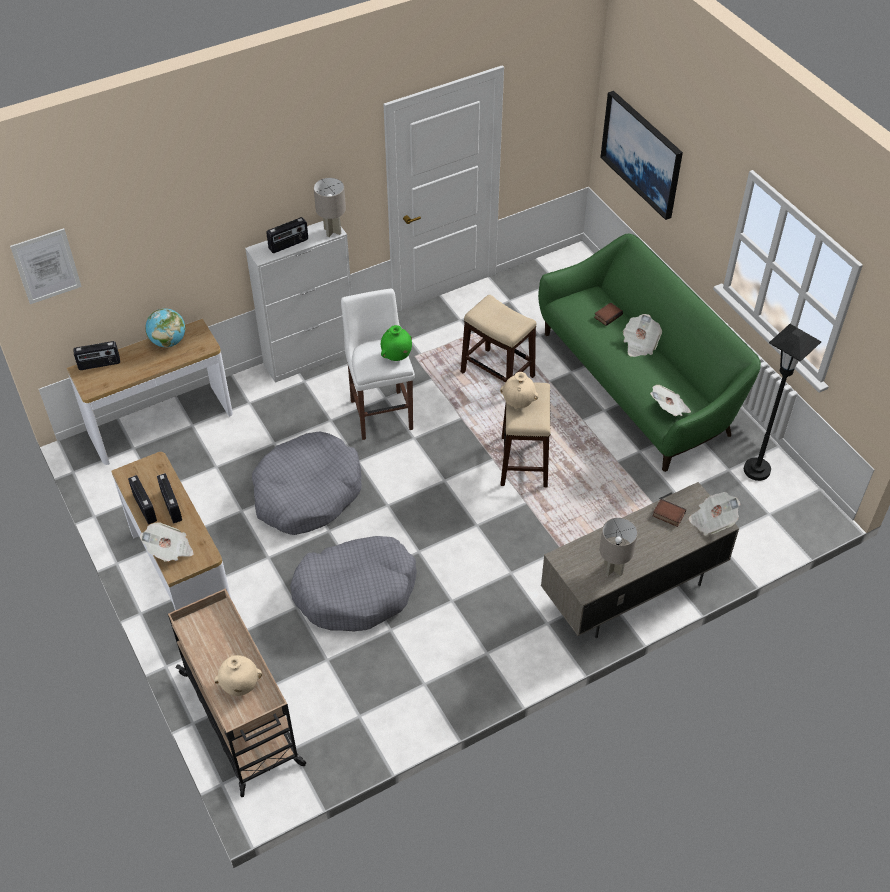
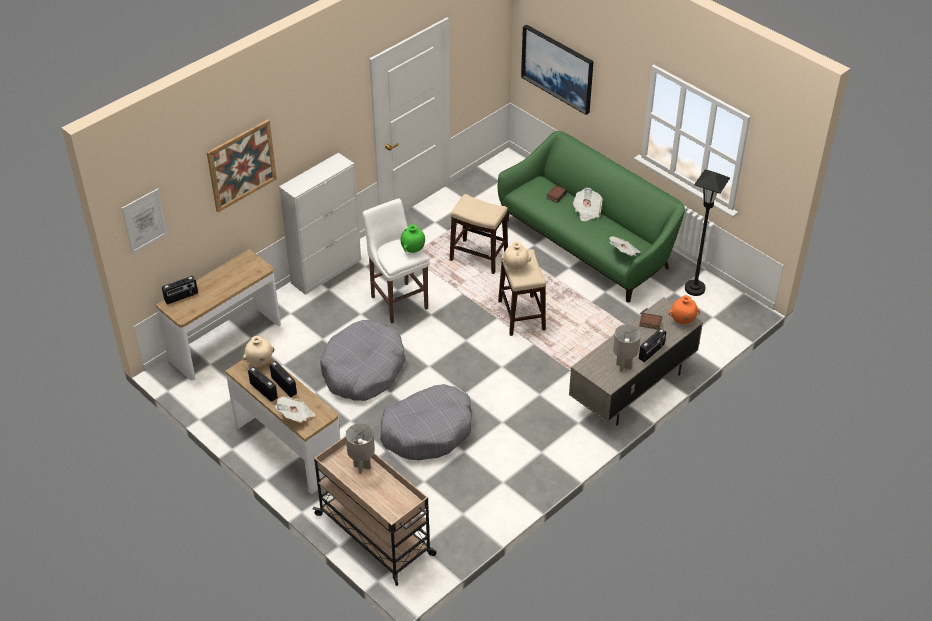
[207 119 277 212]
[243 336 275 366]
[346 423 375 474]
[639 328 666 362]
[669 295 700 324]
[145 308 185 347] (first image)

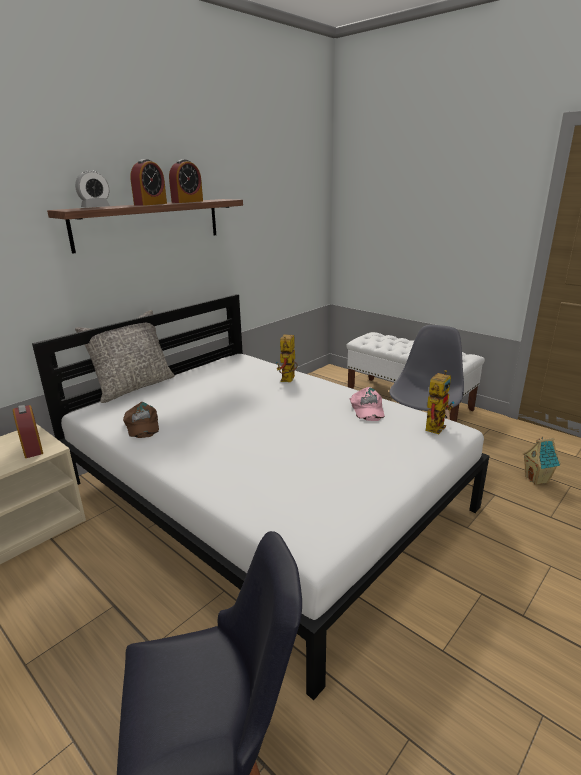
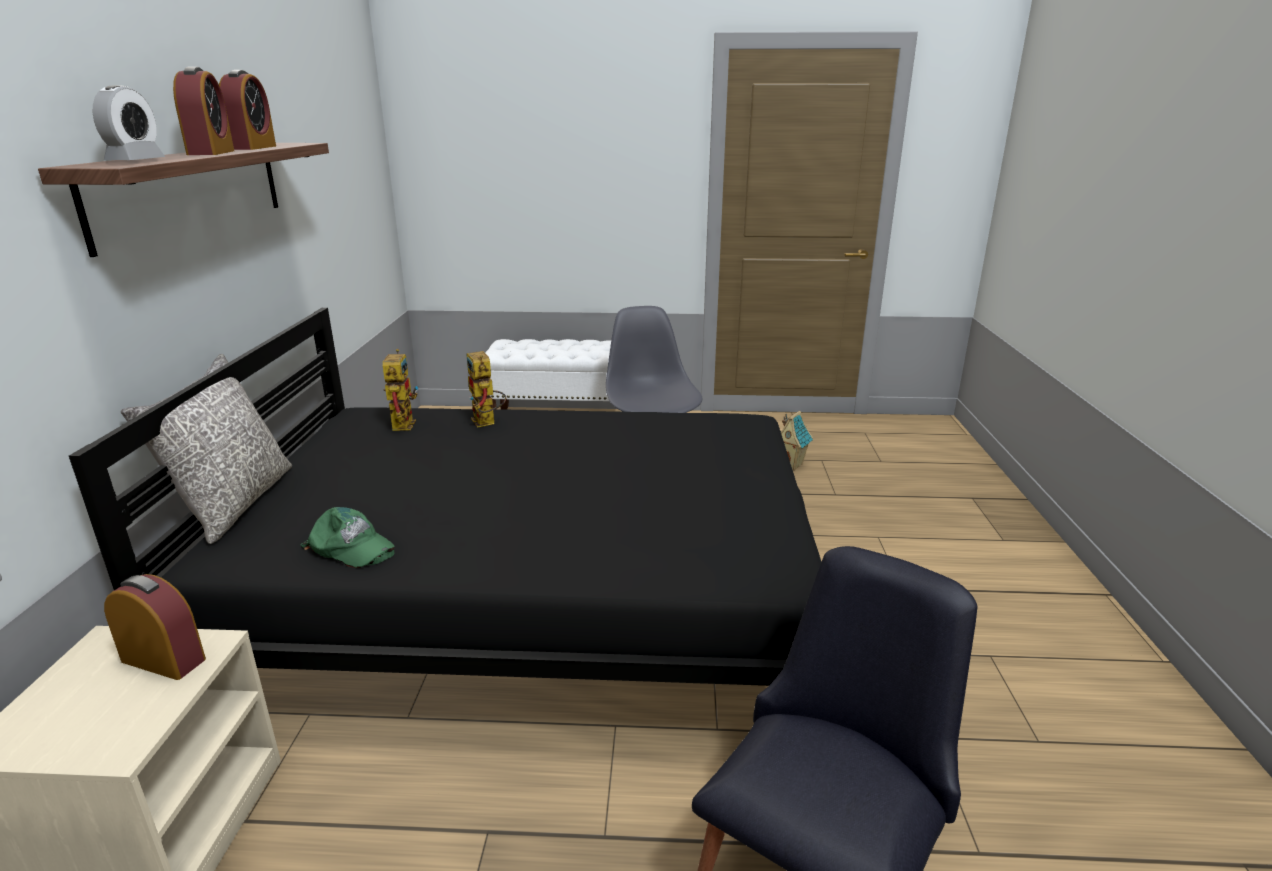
[69 308 821 686]
[300 507 395 568]
[383 349 418 431]
[350 387 384 421] (first image)

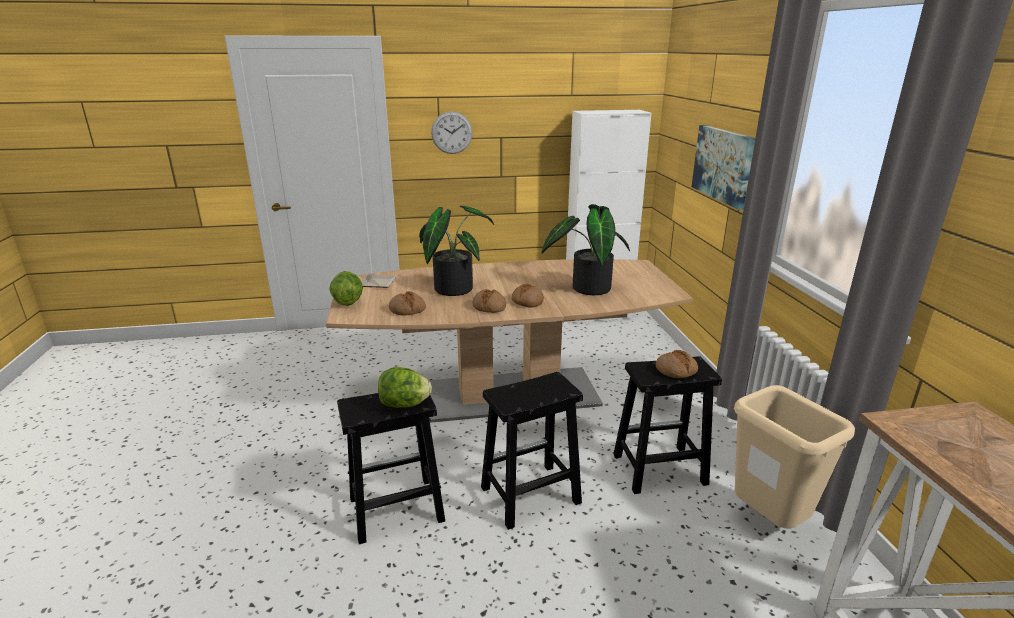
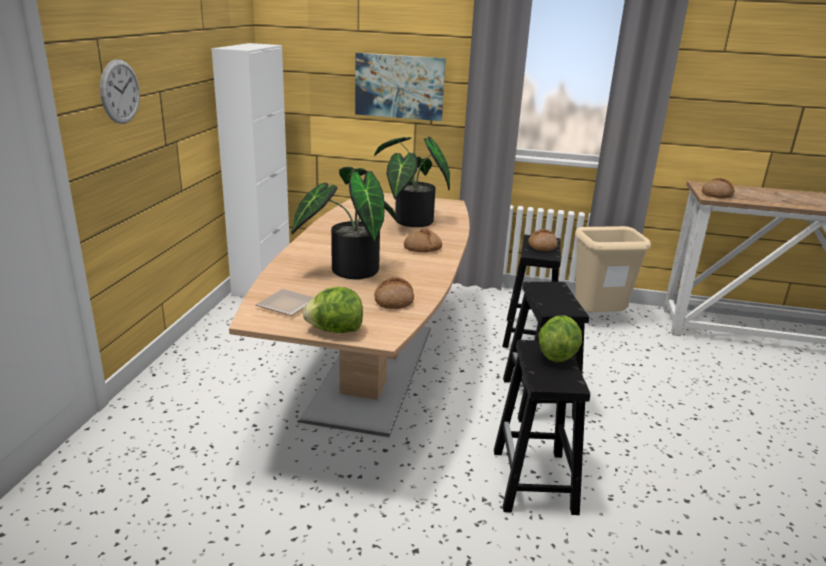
[702 178 735 199]

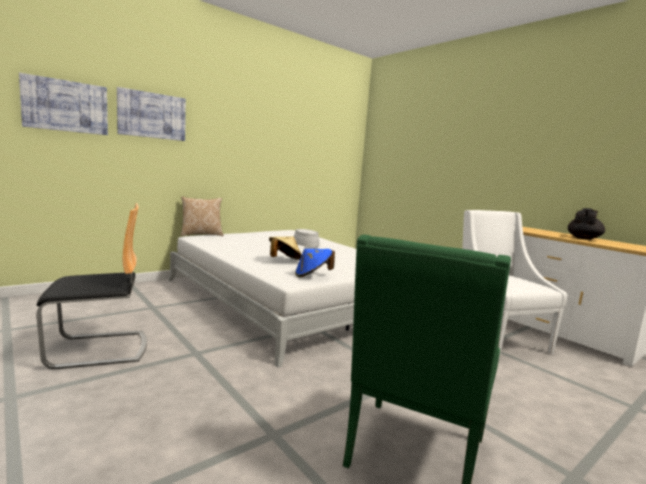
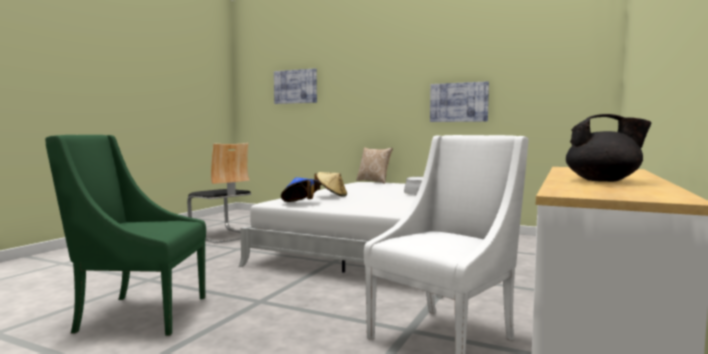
[430 81 489 122]

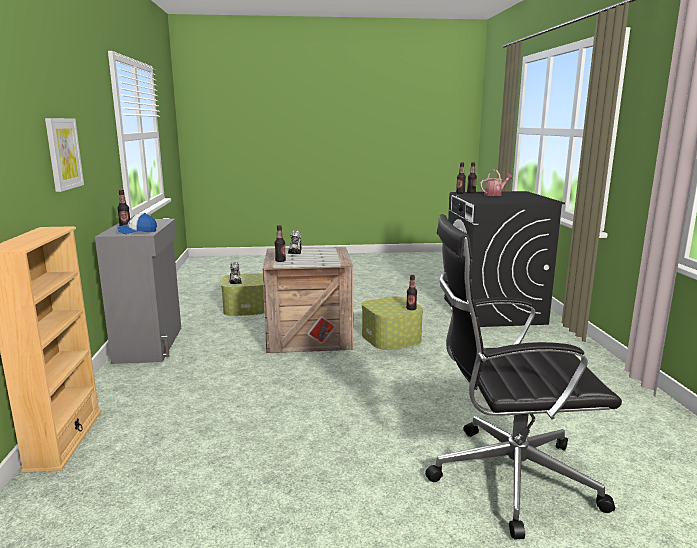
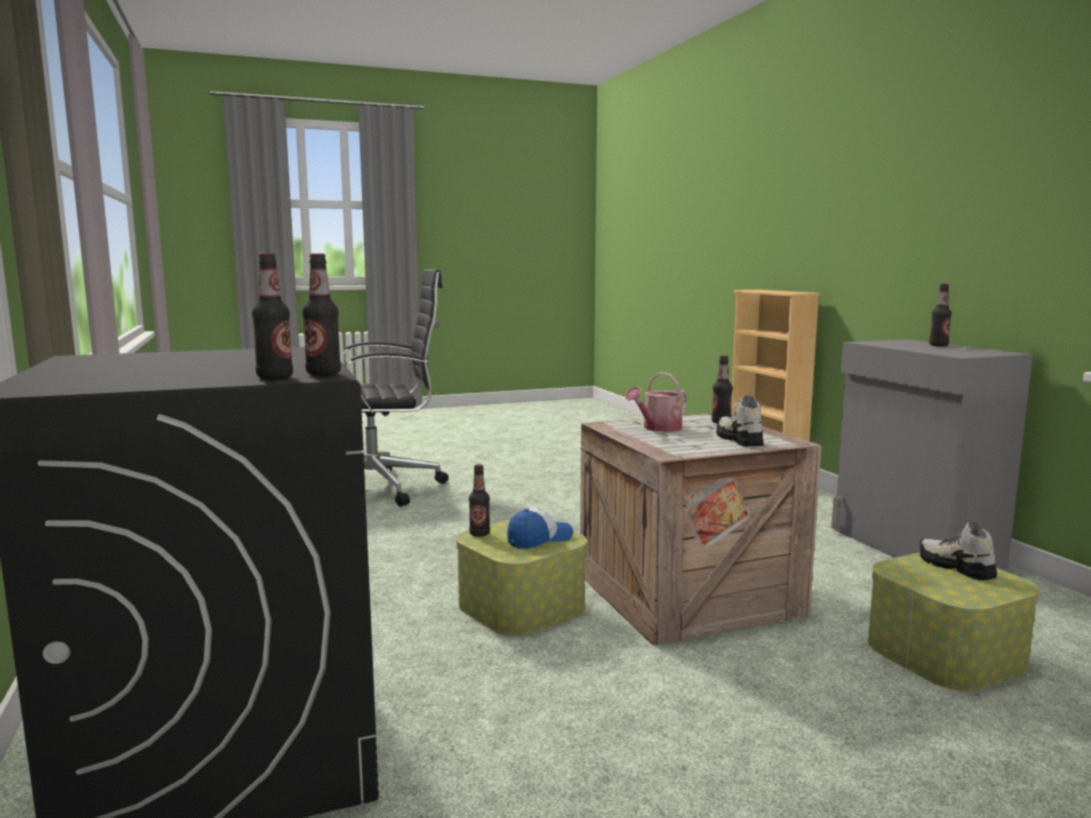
[507 508 573 549]
[625 372 688 432]
[45 118 84 192] (first image)

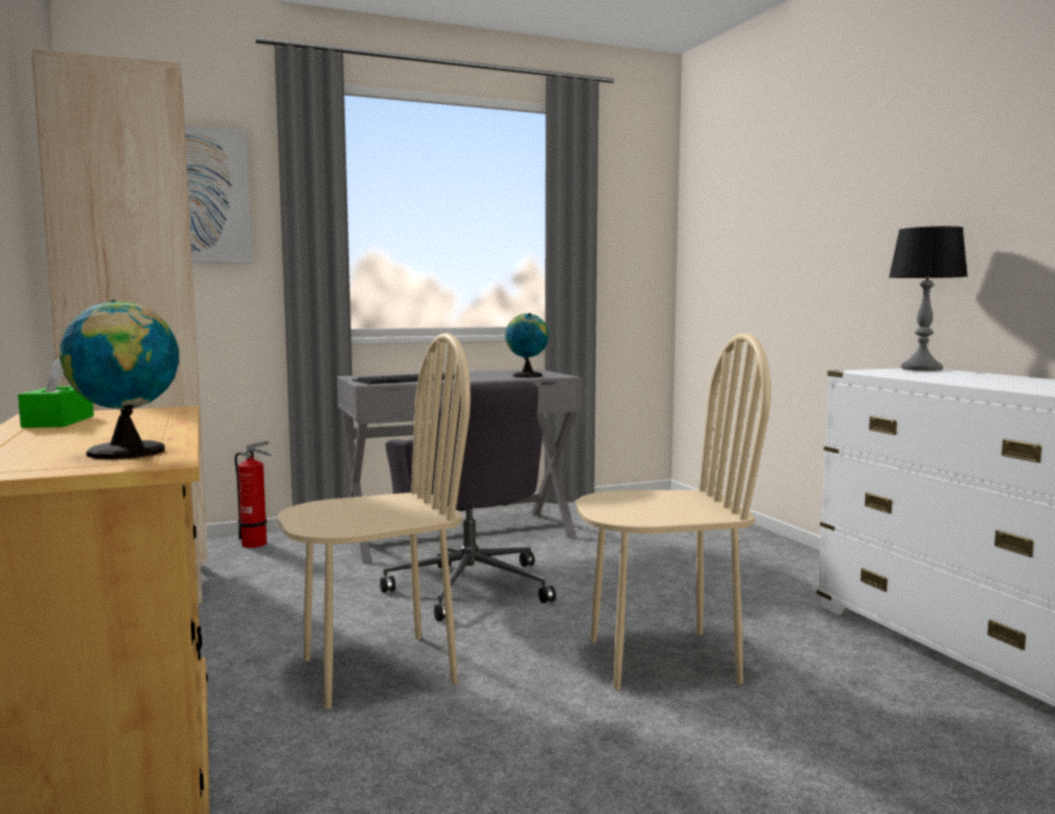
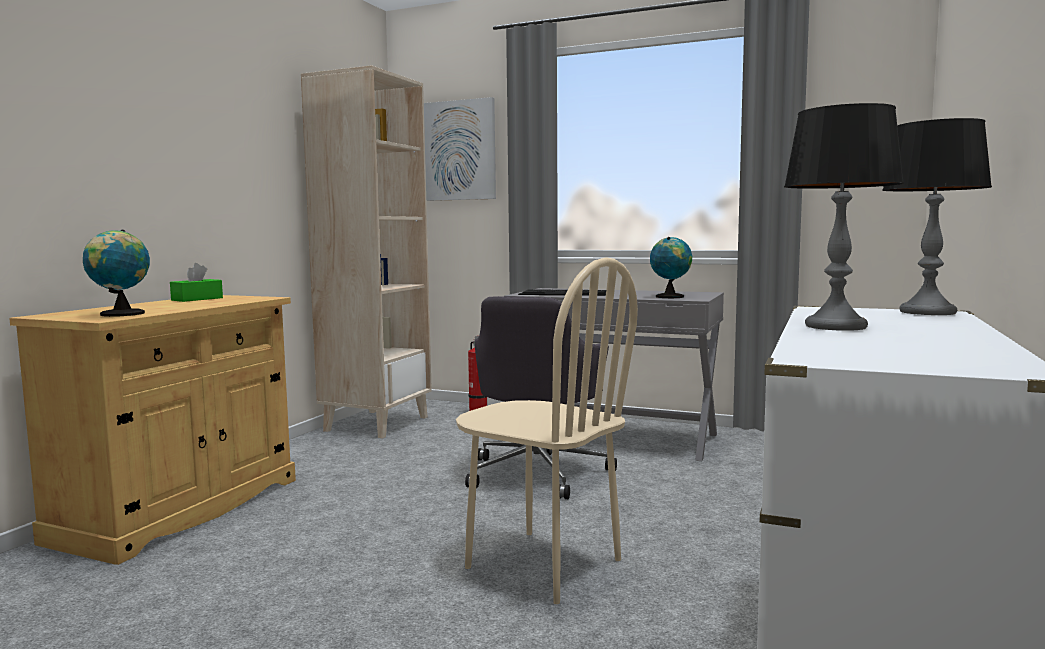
[784 103 904 331]
[278 333 471 709] (first image)

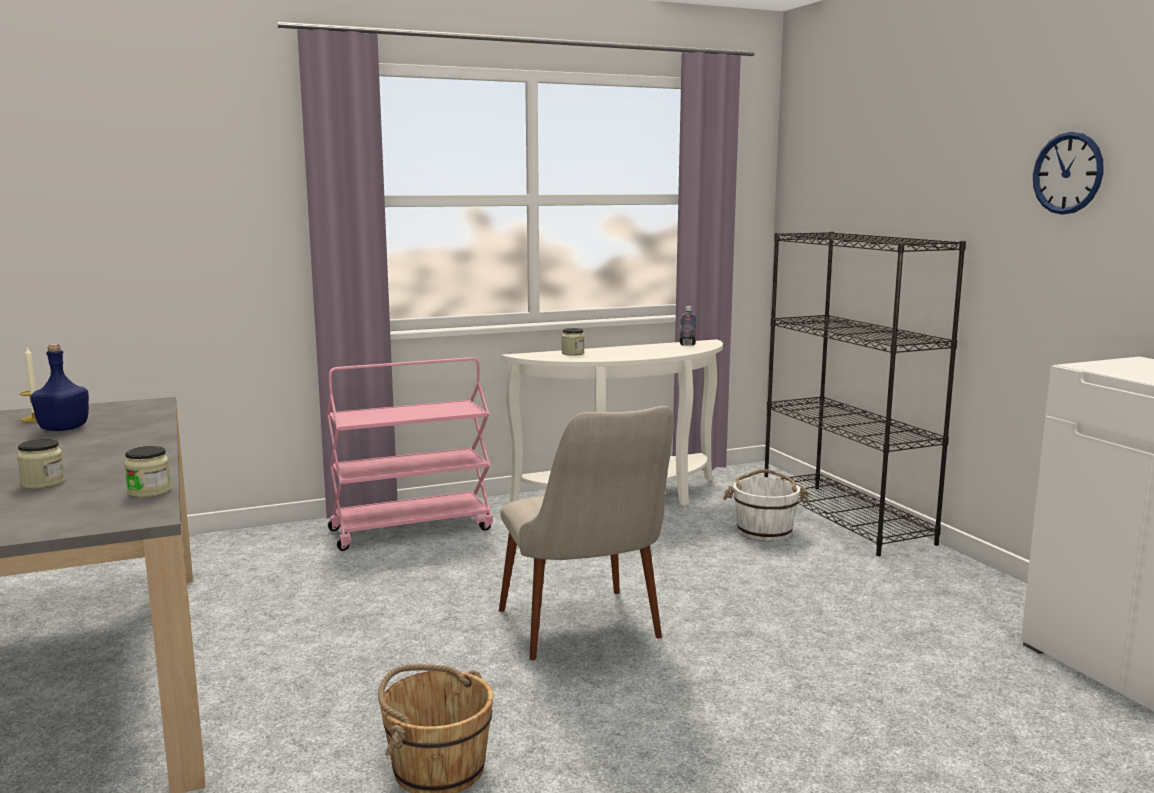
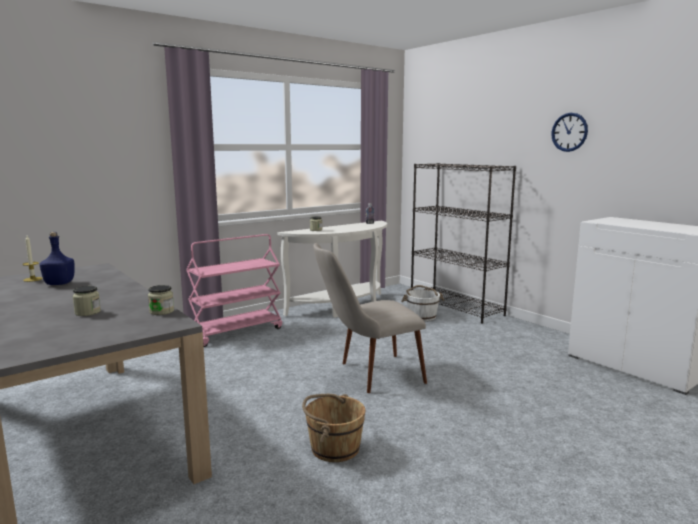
[313 243 427 393]

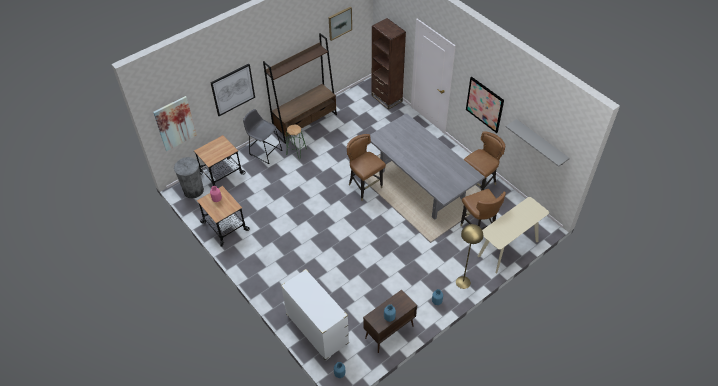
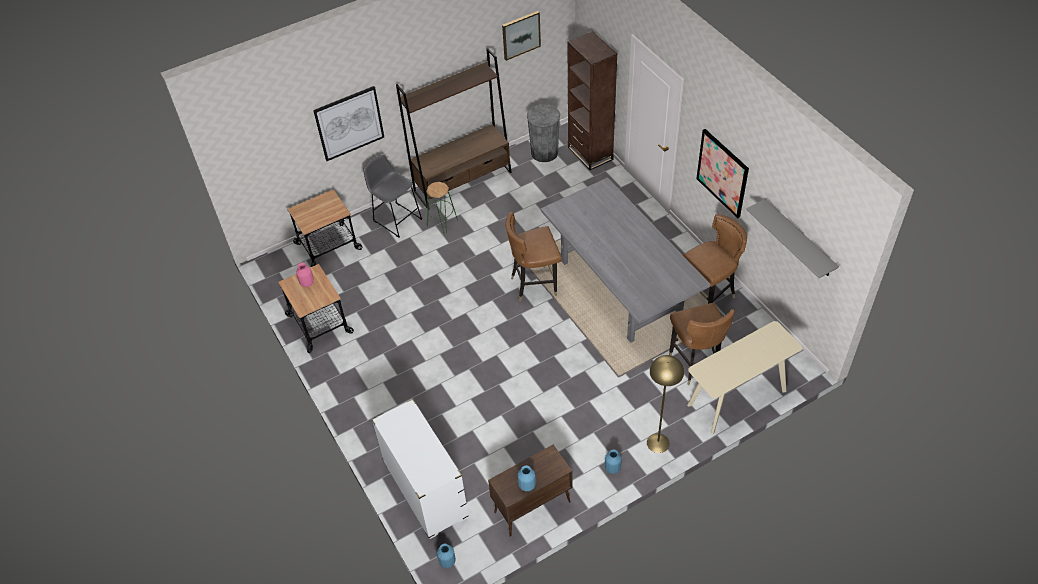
[505 212 562 302]
[527 104 560 162]
[153 96 197 151] (first image)

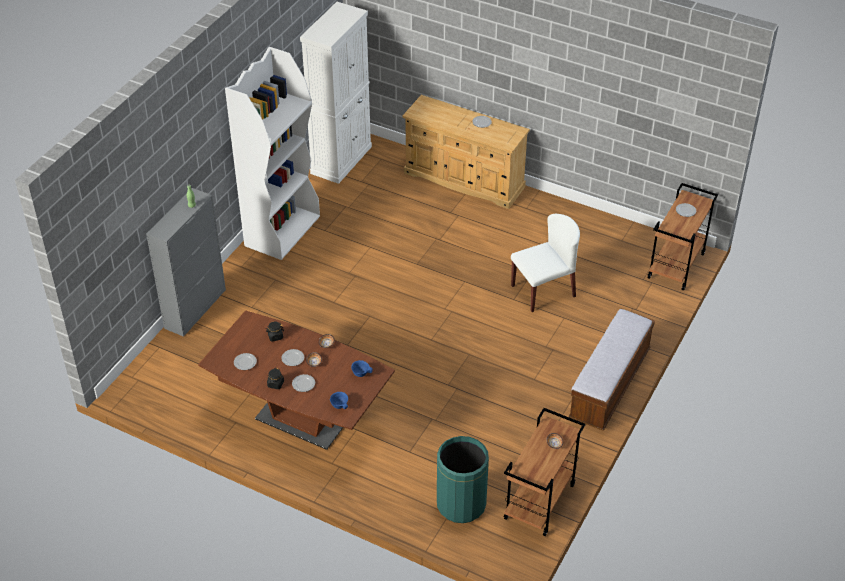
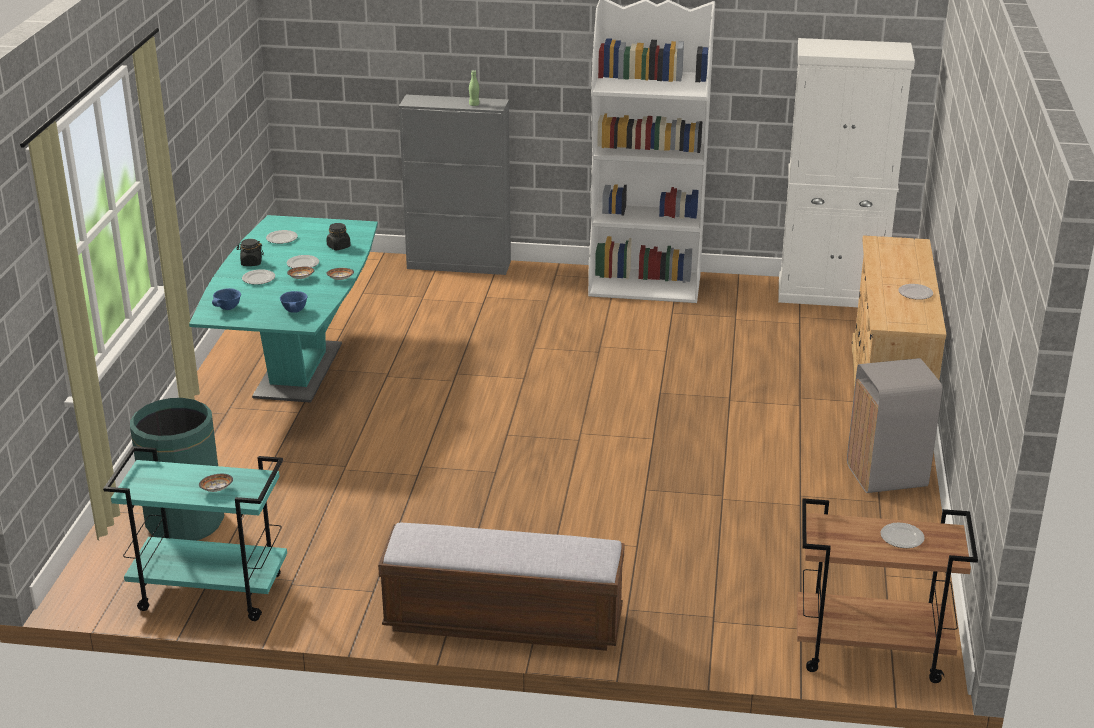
[103 446 287 621]
[189 215 378 403]
[847 358 942 493]
[511 214 580 312] (first image)

